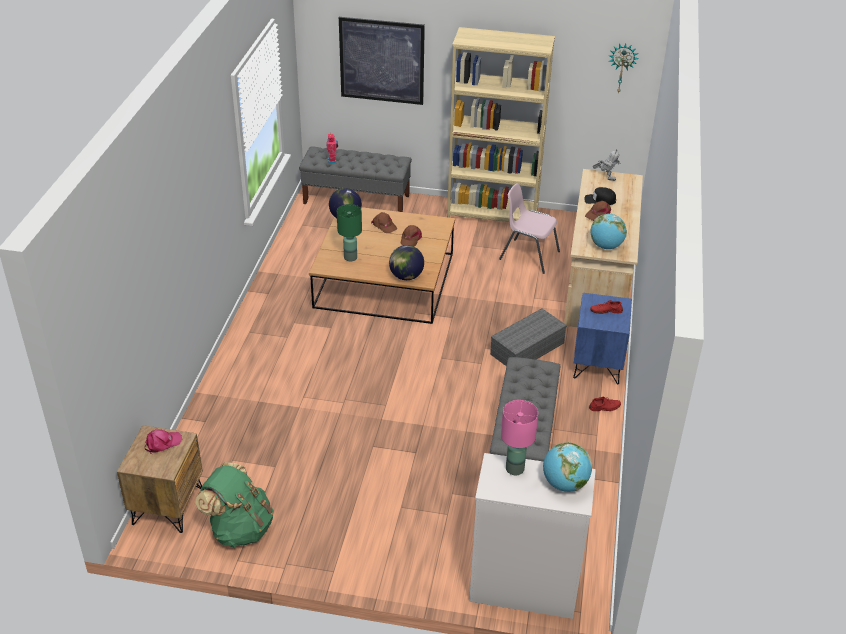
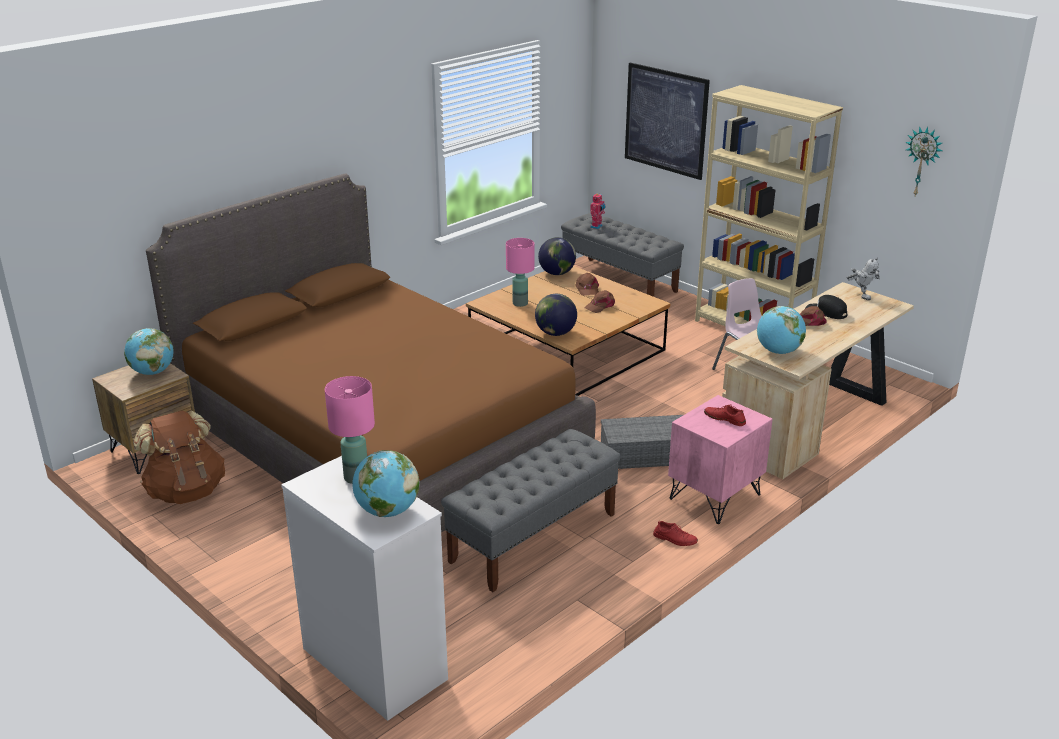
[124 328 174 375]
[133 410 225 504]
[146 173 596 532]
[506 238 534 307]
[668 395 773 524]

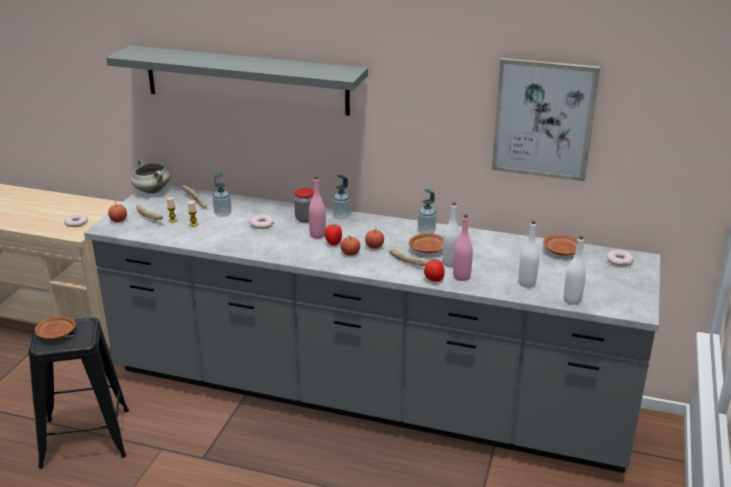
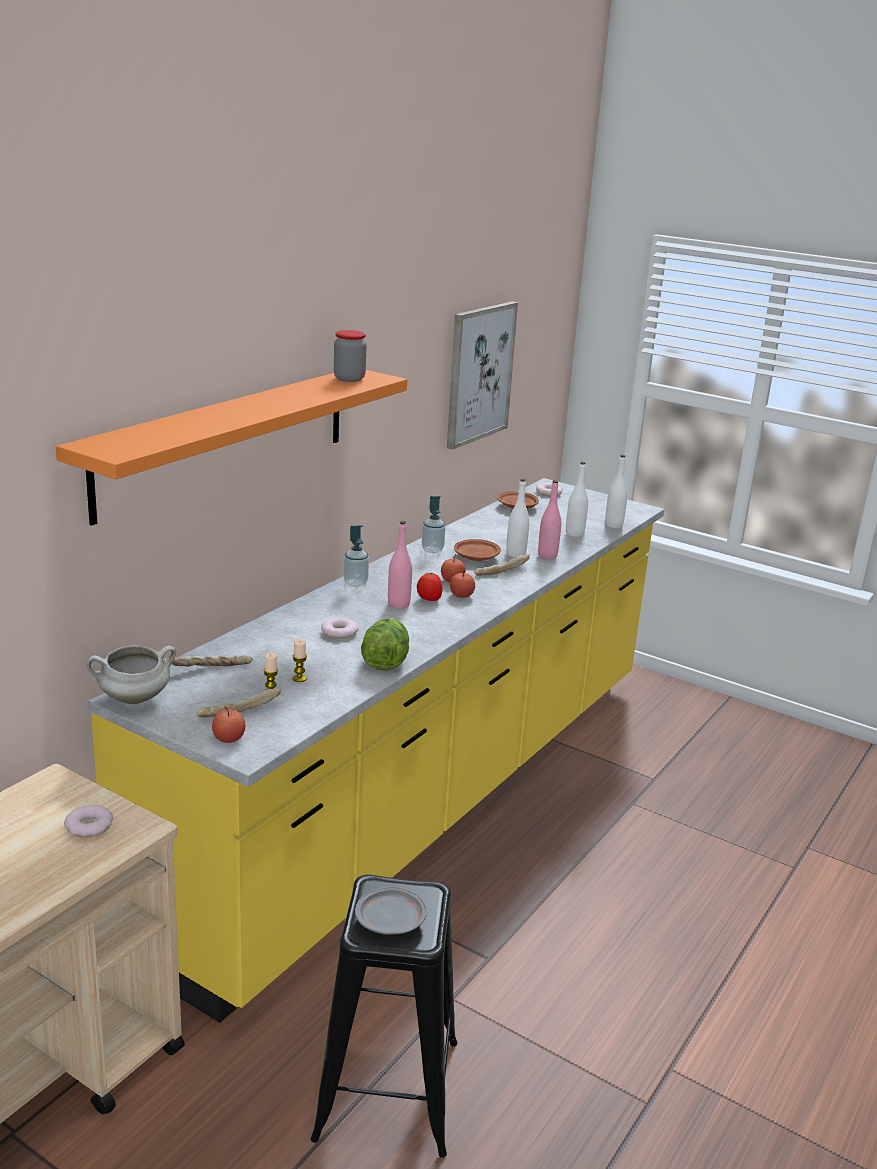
[56 370 407 526]
[88 478 664 1023]
[334 330 367 382]
[355 886 427 935]
[361 618 409 670]
[213 172 232 217] (first image)
[424 259 445 282] (first image)

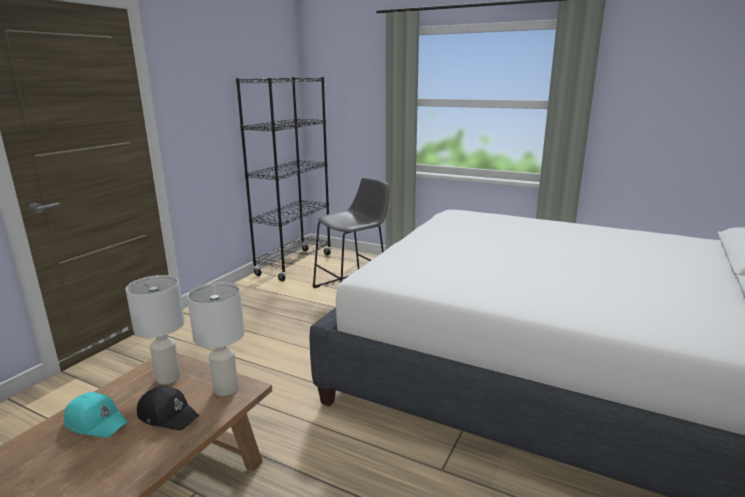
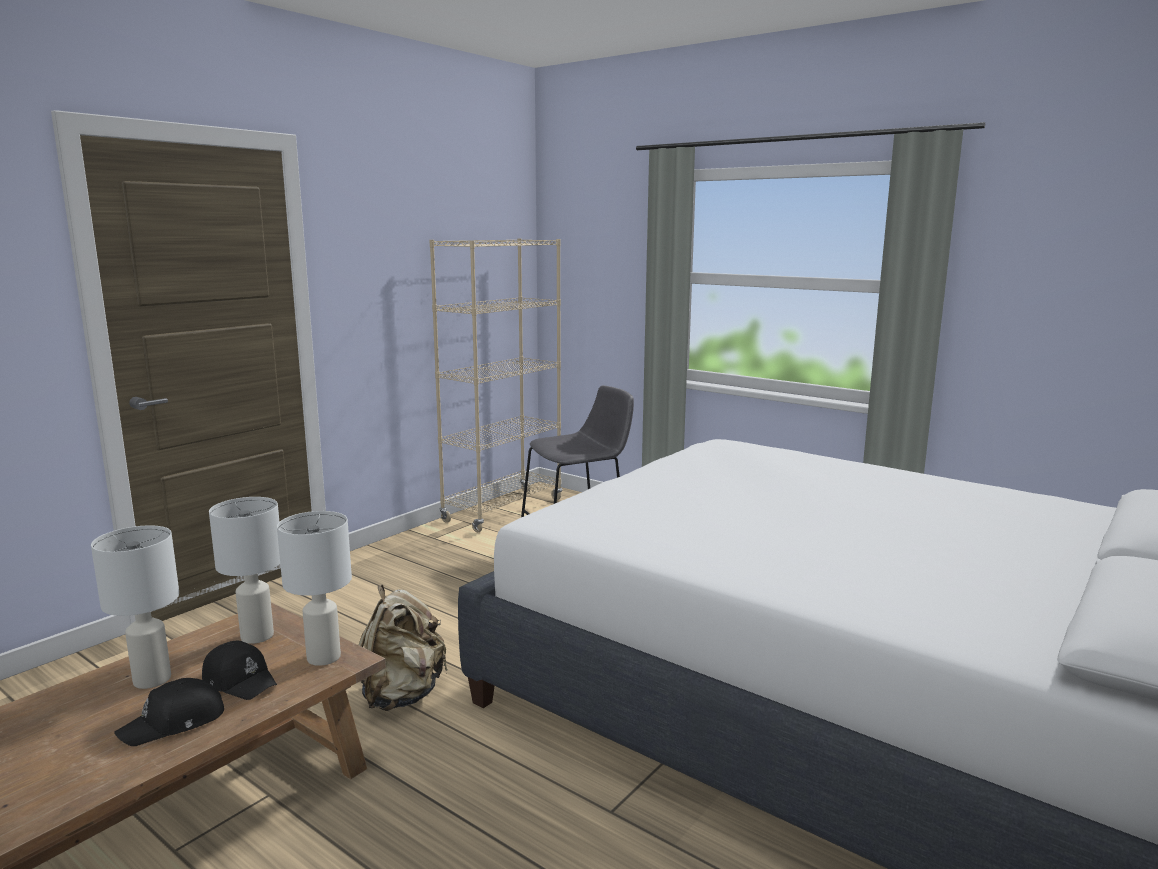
[91 525 179 689]
[114 678 224 746]
[359 584 448 711]
[430 238 562 532]

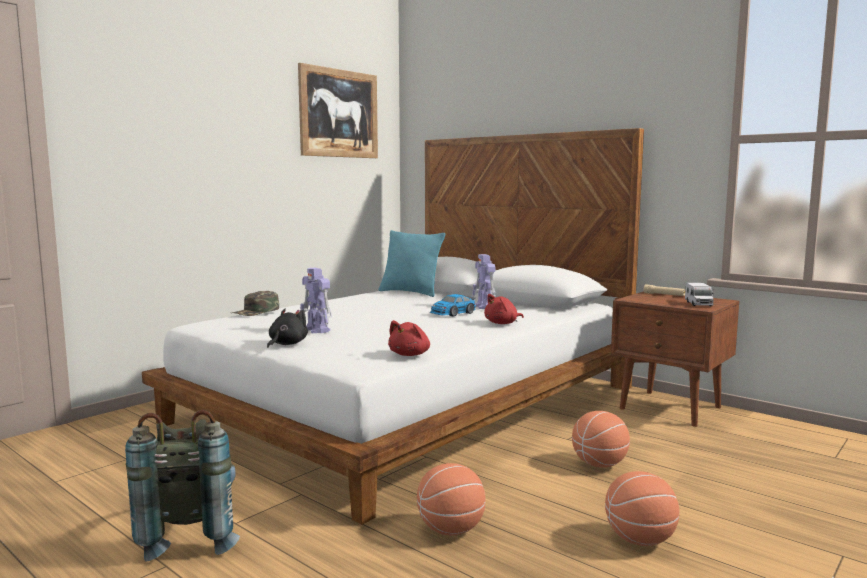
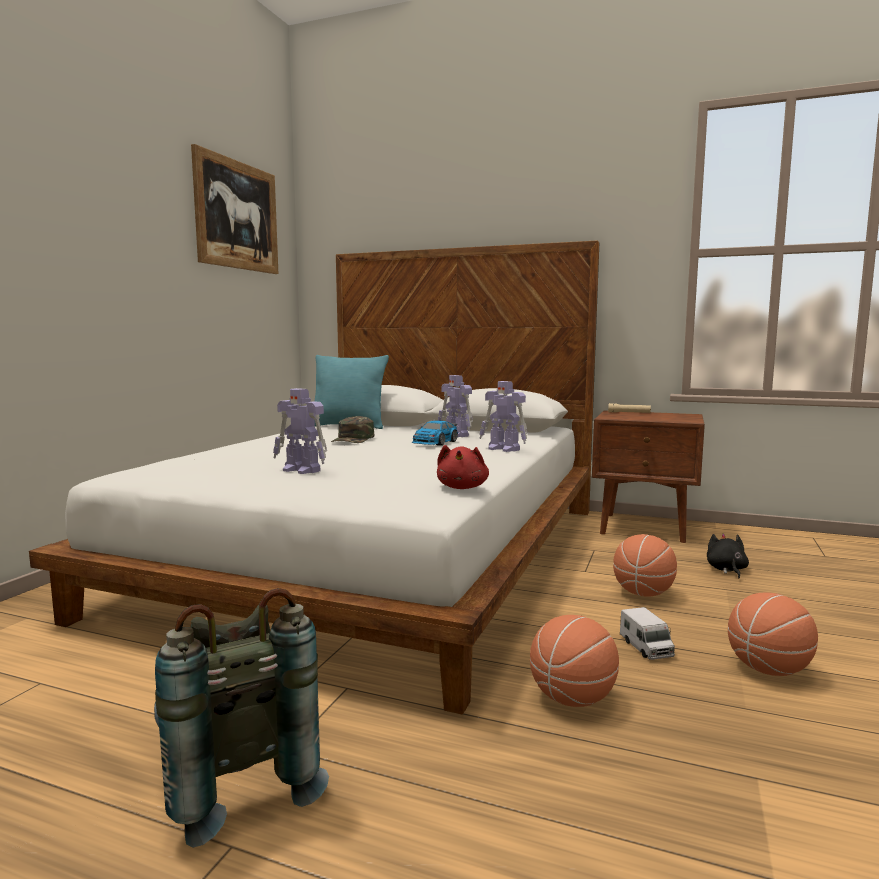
[331 416 374 443]
[479 381 527 452]
[620 607 675 660]
[707 534 749 578]

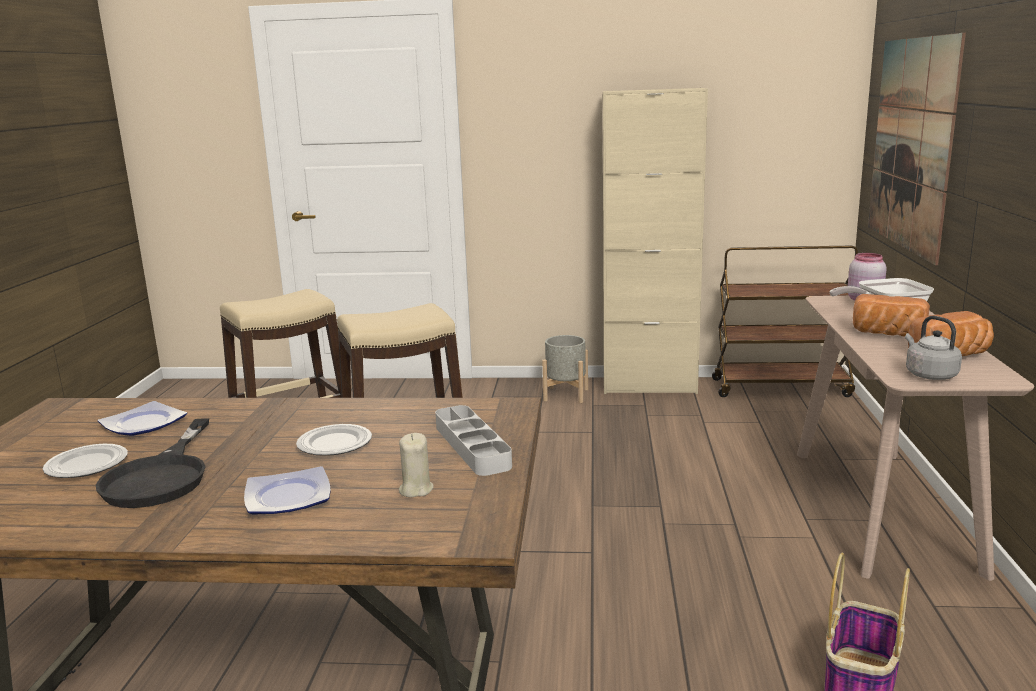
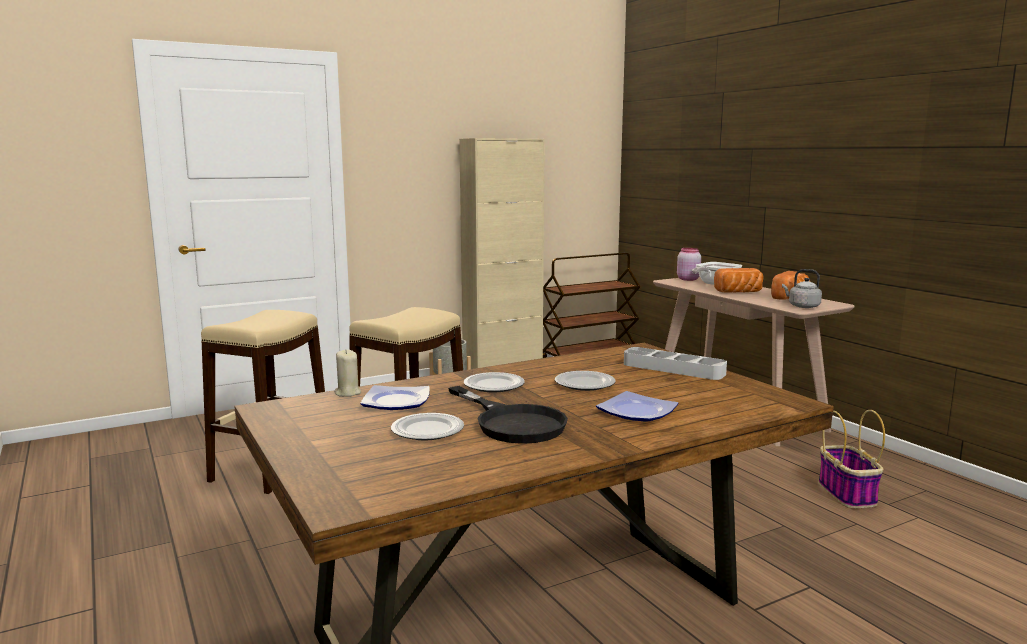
[334 349 361 397]
[464 372 525 392]
[868 33 966 265] (first image)

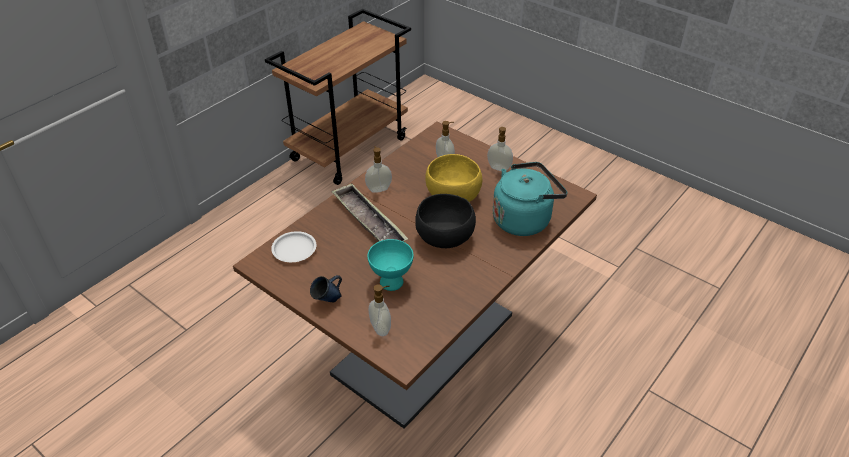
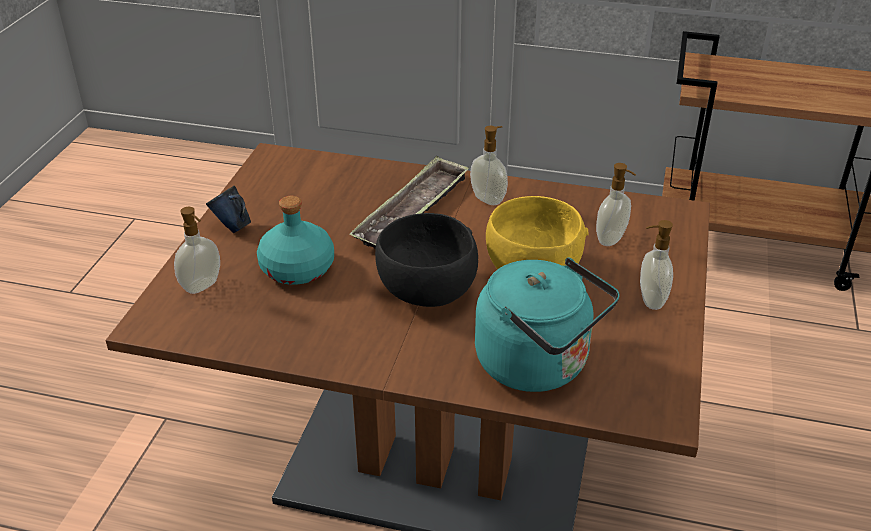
[257 196 334 285]
[271 231 316 262] (first image)

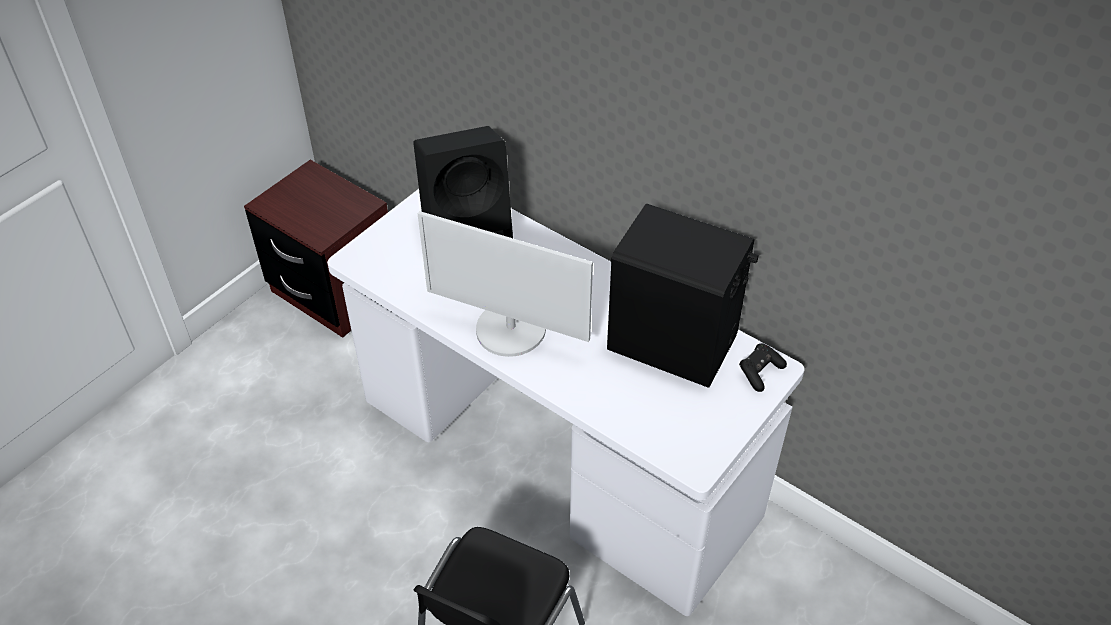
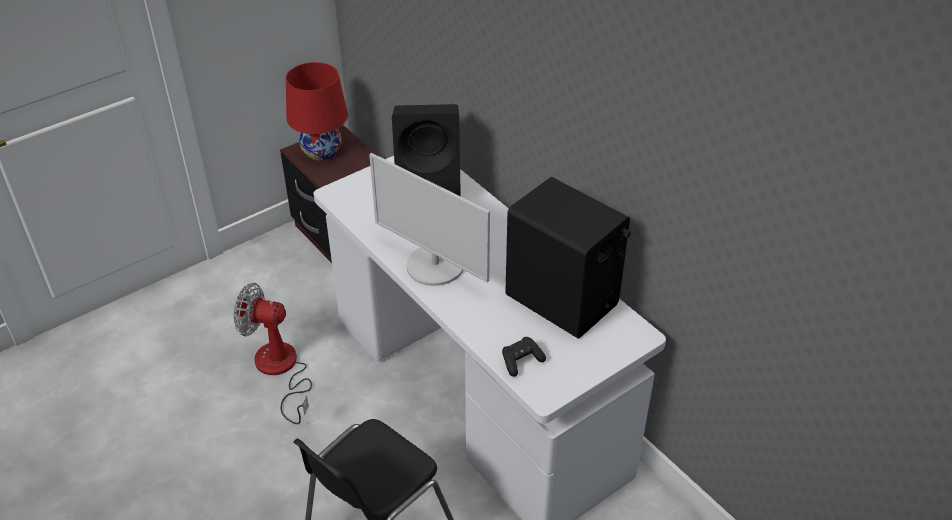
[234 283 312 424]
[286 62 348 160]
[502 337 546 377]

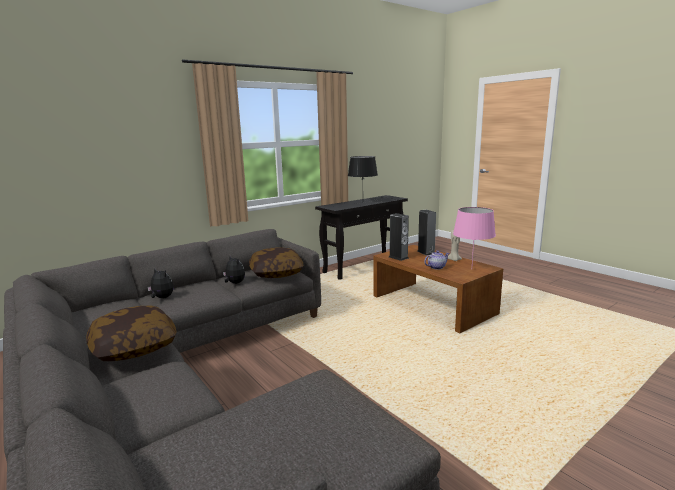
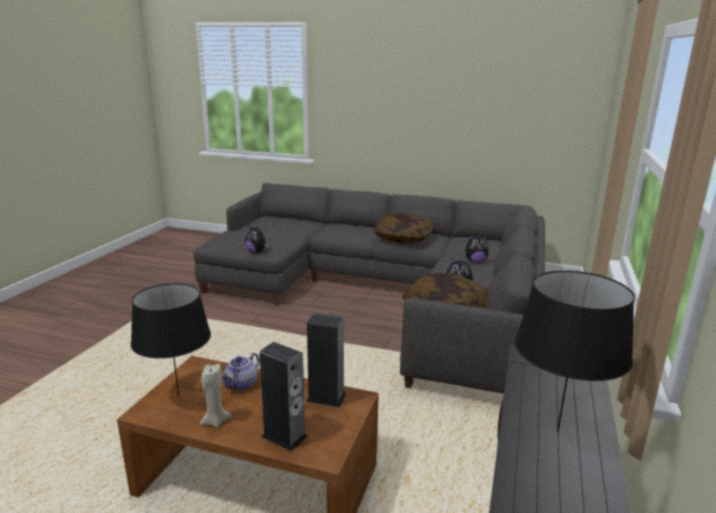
[131 283 211 397]
[245 224 269 253]

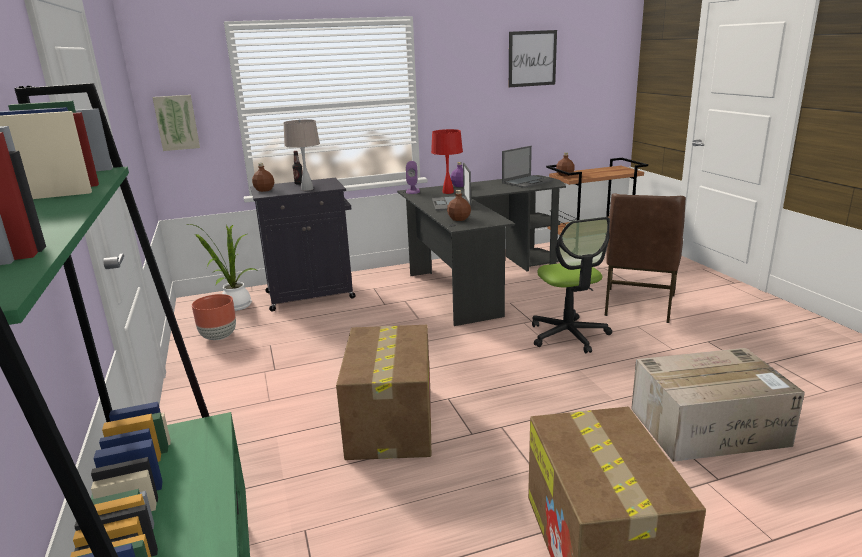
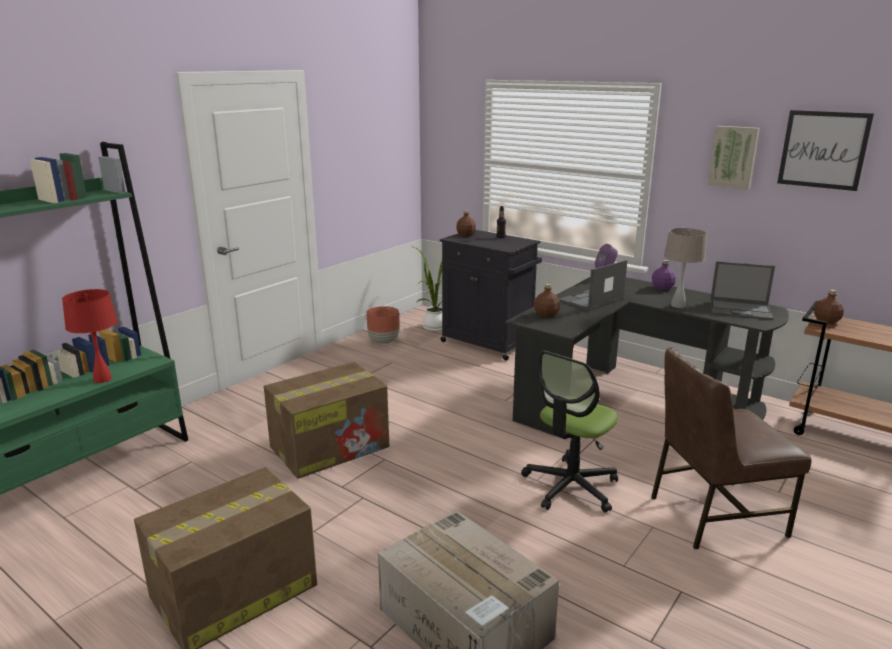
[62 289 117 383]
[664 228 707 308]
[708 126 760 190]

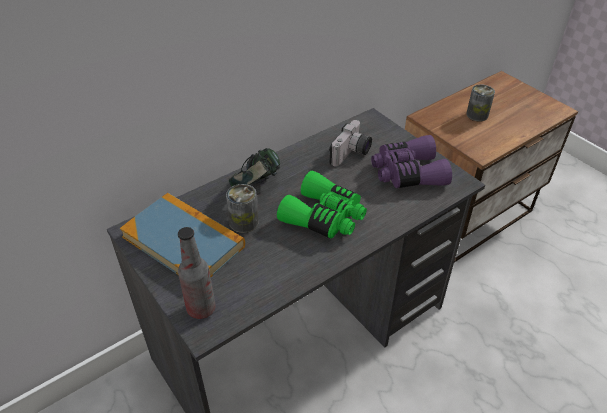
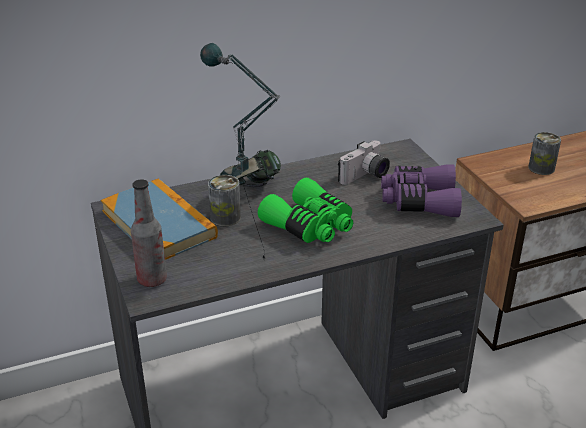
[200 43 280 260]

